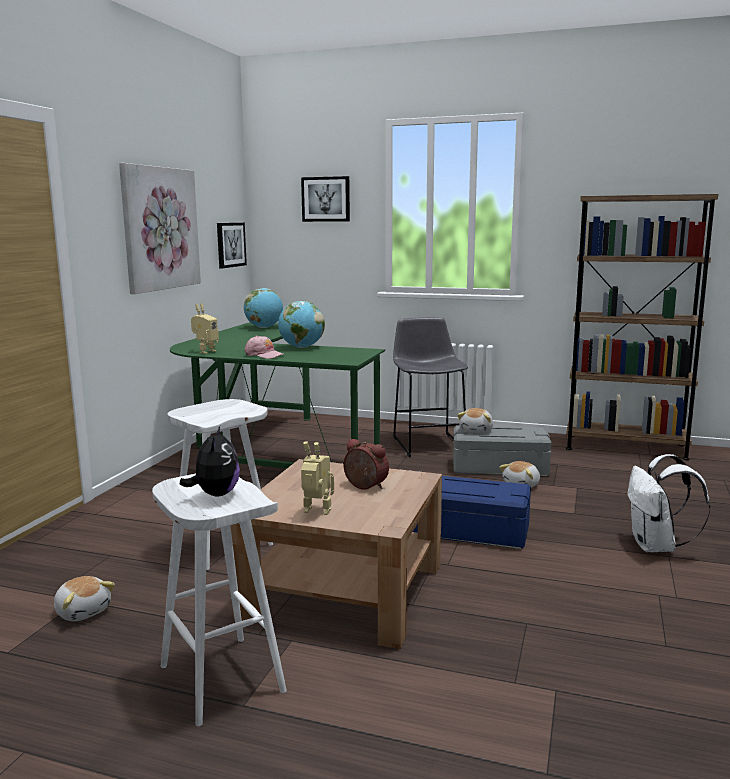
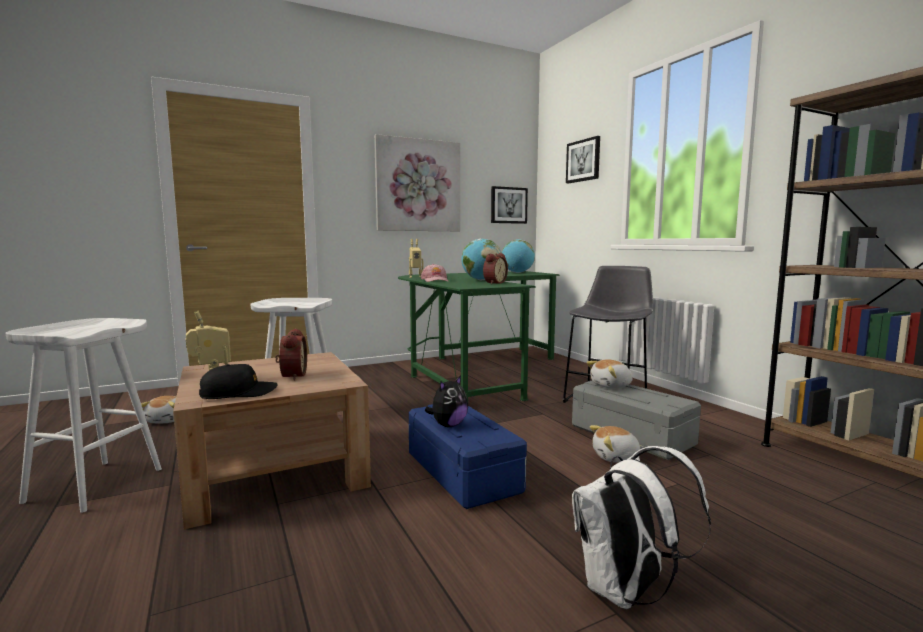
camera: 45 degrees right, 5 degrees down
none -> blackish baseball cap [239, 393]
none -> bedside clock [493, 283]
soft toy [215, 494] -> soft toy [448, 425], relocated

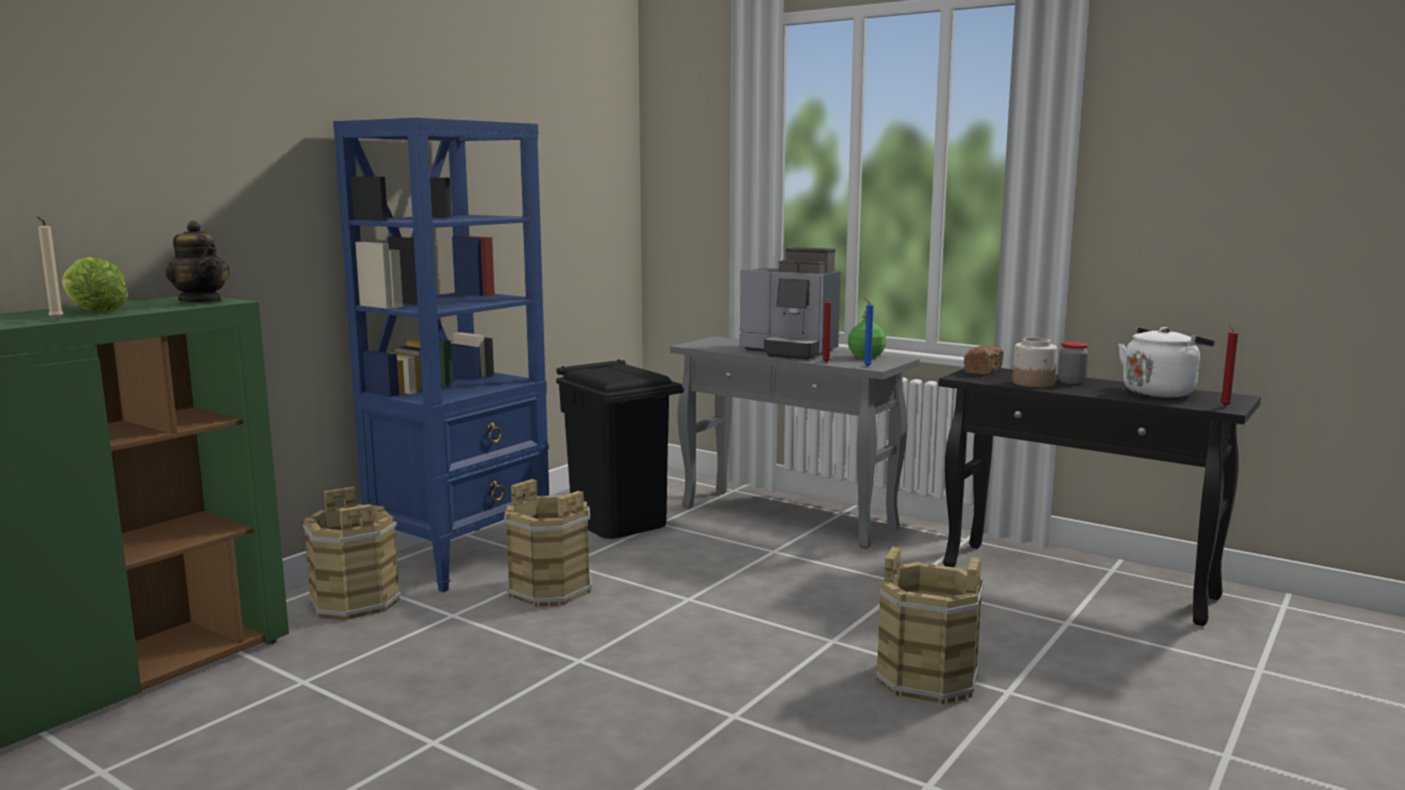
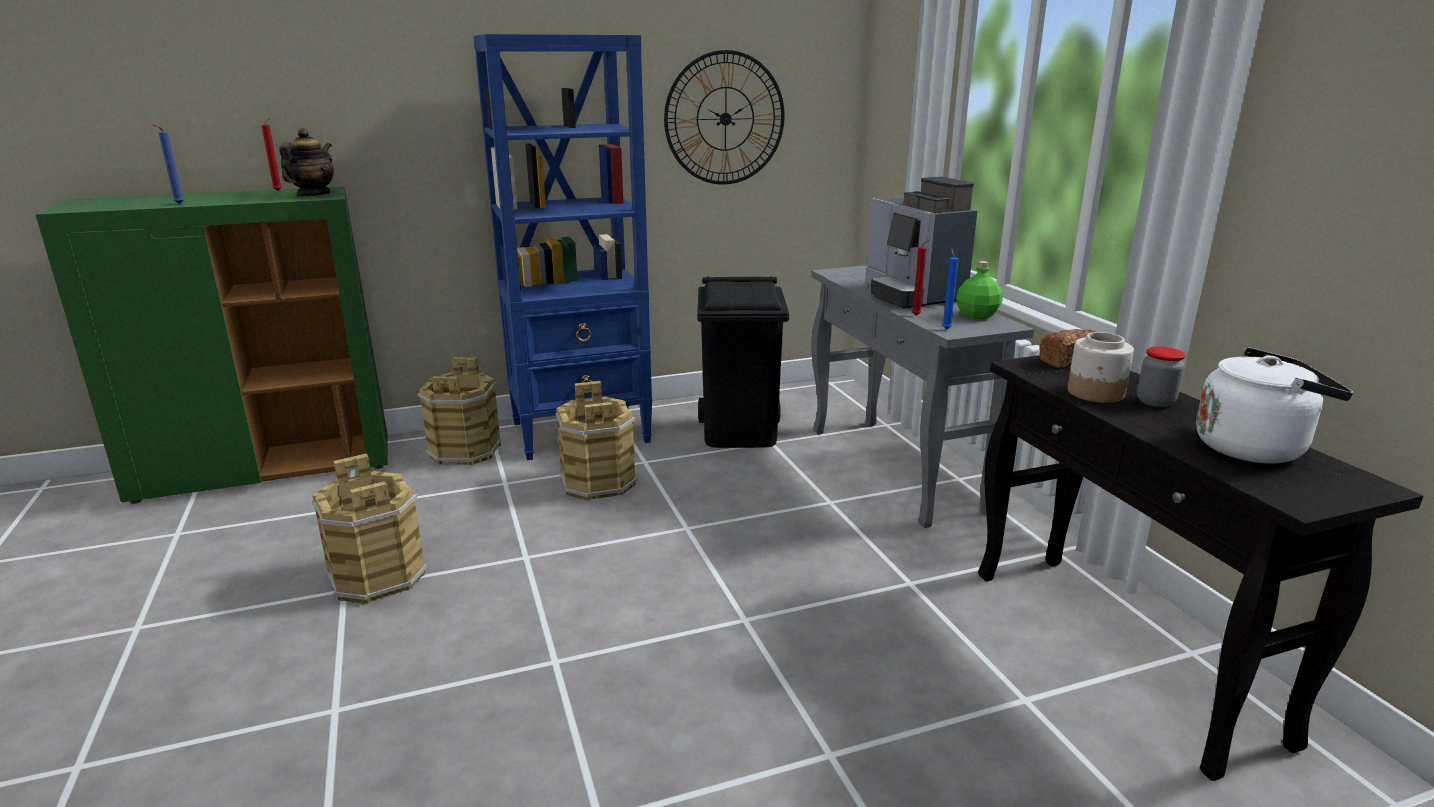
camera: 35 degrees right, 10 degrees up
lettuce head [93, 311] -> none
none -> clock on the wall [725, 119]
brownish pail [927, 678] -> brownish pail [378, 576], relocated
red wax candle [1224, 405] -> red wax candle [279, 191], relocated
beige-coloured wax candle [55, 320] -> bluish wax candle [177, 204]
tea pot [201, 301] -> tea pot [313, 195], 150 degrees counterclockwise

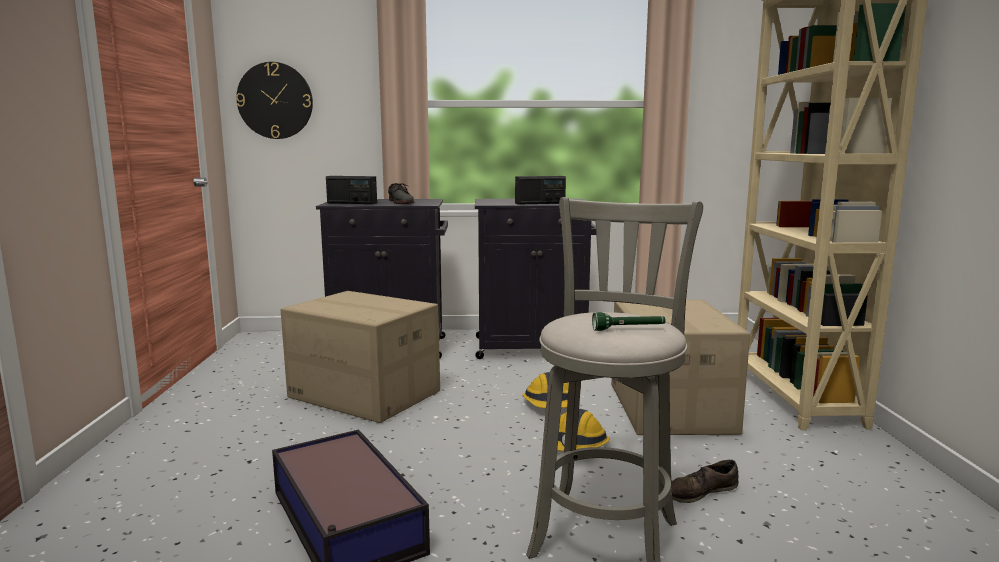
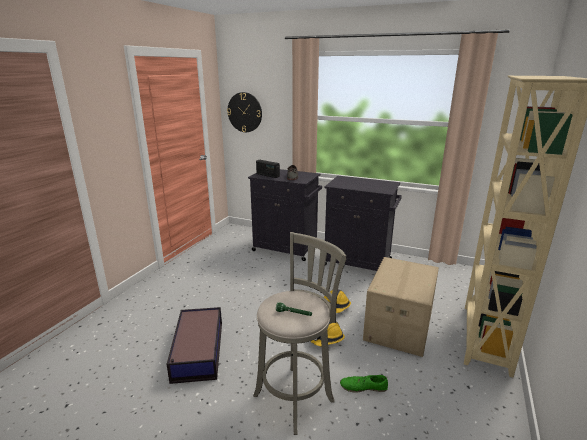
camera: 25 degrees right, 10 degrees up
cardboard box [363, 395] -> none
radio set [540, 203] -> none
brownish low shoe [699, 492] -> green-coloured low shoe [363, 387]

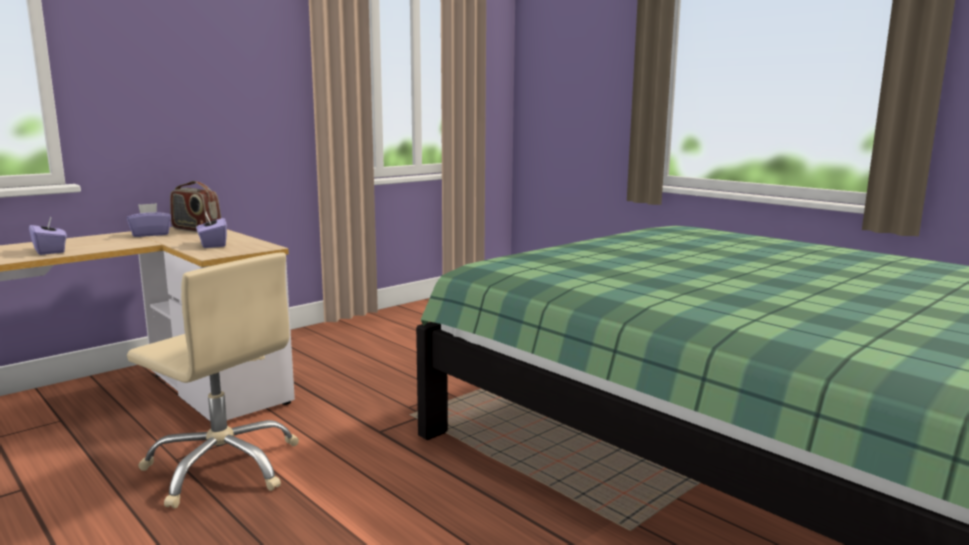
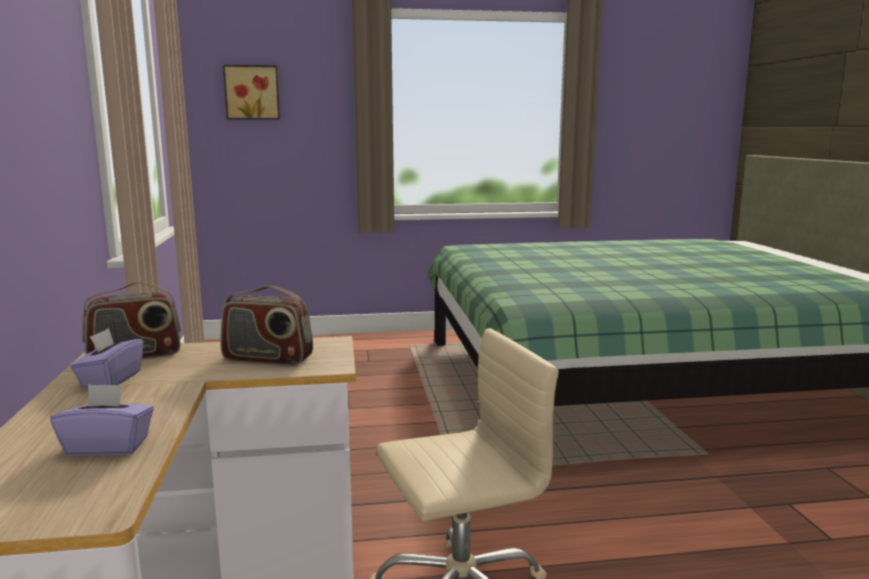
camera: 55 degrees left, 0 degrees up
none -> wall art [252, 92]
purple-coloured box of tissues [212, 244] -> radio set [267, 359]

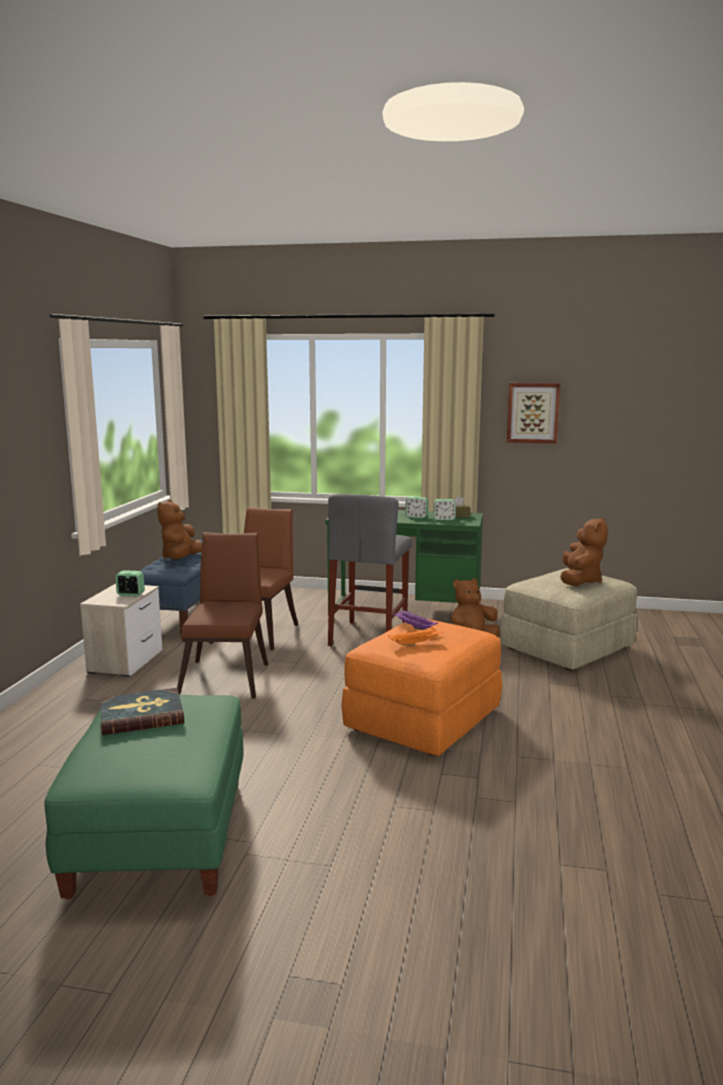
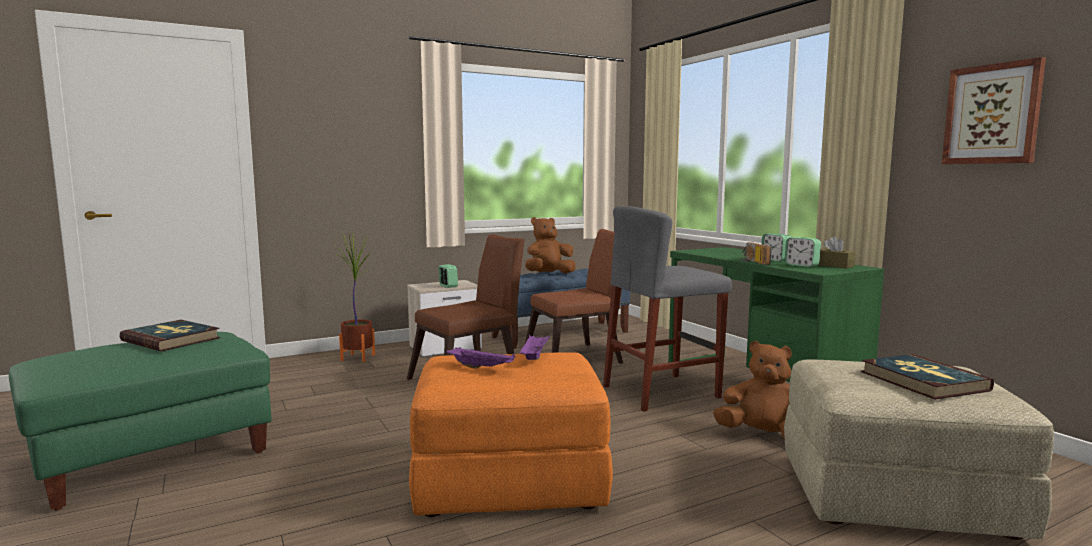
camera: 50 degrees right, 5 degrees down
none -> plant in a pot [358, 357]
none -> radio set [753, 262]
brownish soft toy [580, 581] -> bound book [922, 381]
orangey tray [415, 644] -> purple-coloured tray [482, 368]

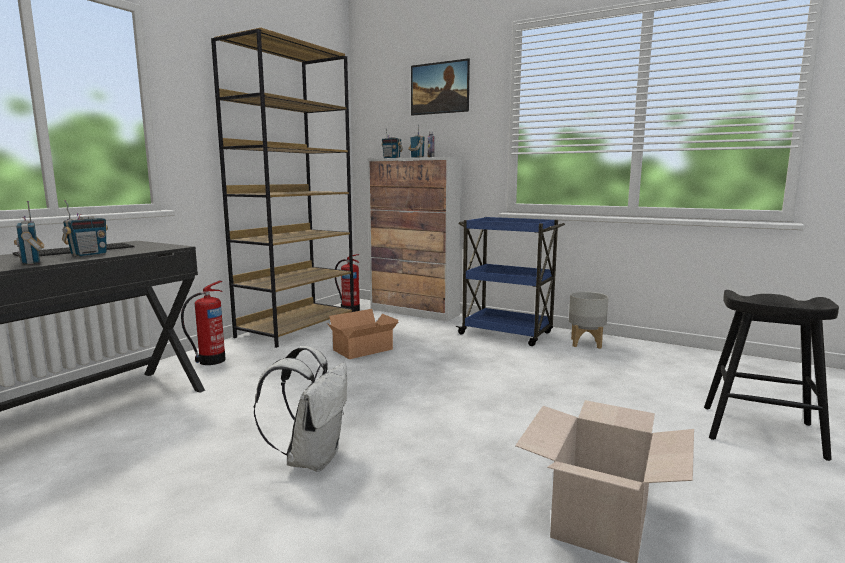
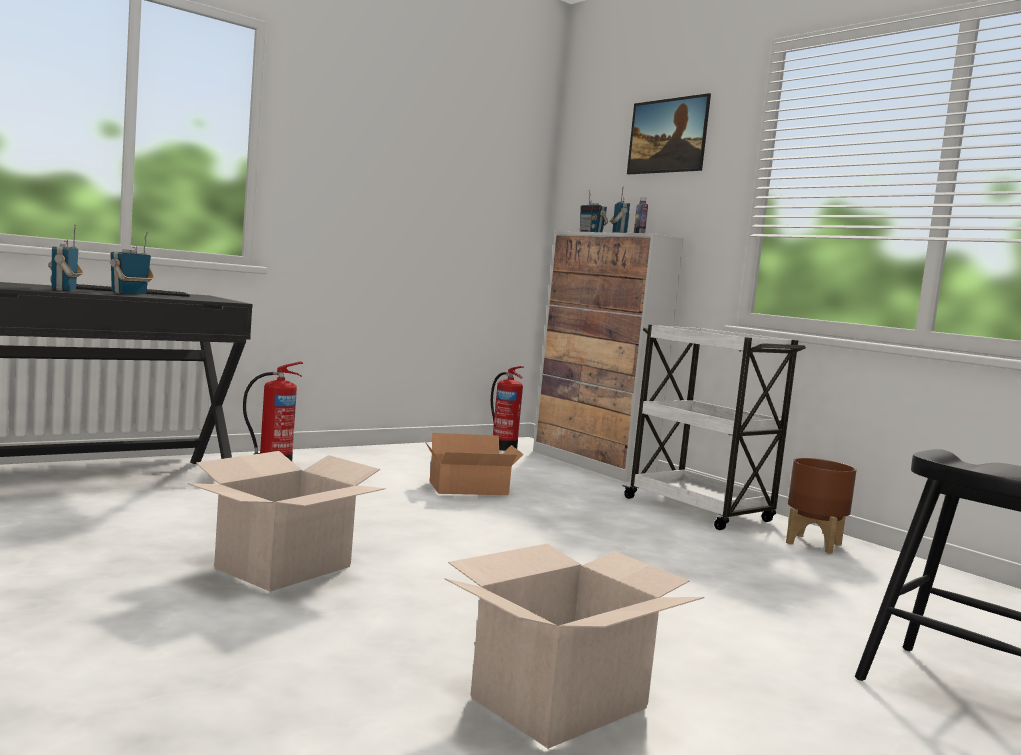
camera: 20 degrees right, 5 degrees down
brownish bookshelf [297, 327] -> none
white-coloured knapsack [312, 458] -> cardboard box [283, 567]
bluish cart [507, 334] -> white-coloured cart [700, 511]
greyish planter [586, 343] -> brownish planter [813, 544]
radio set [88, 254] -> radio set [129, 294], 150 degrees clockwise

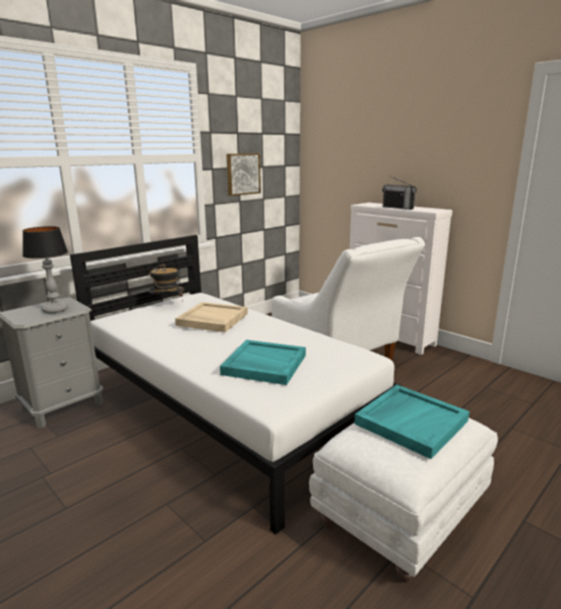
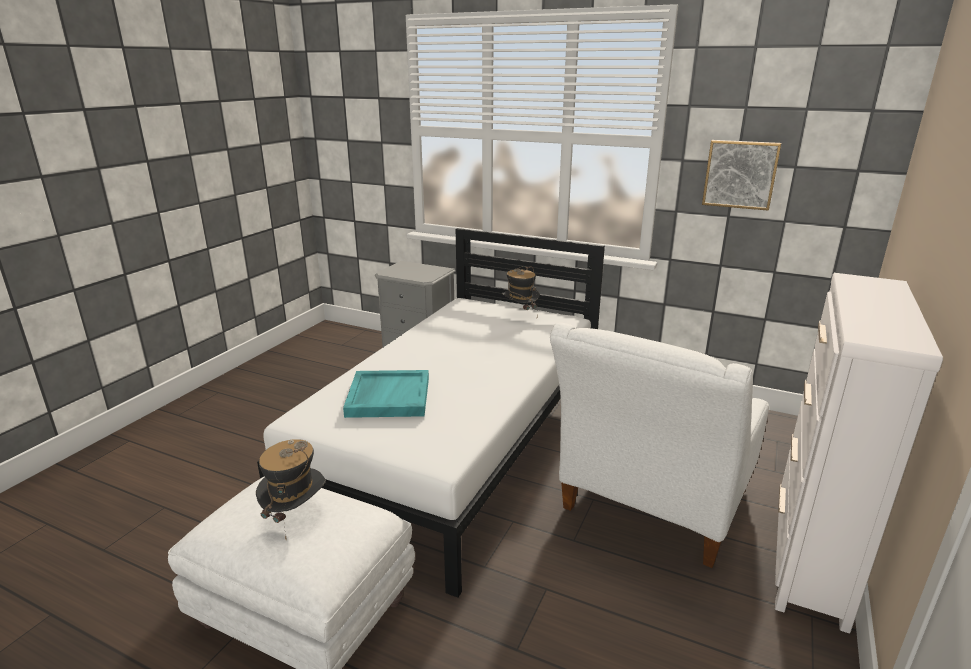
camera: 70 degrees right, 5 degrees up
tabletop lamp [56, 310] -> none
beige-coloured tray [212, 319] -> none
radio set [397, 208] -> none
turquoise-coloured tray [411, 421] -> clothing hat [295, 516]

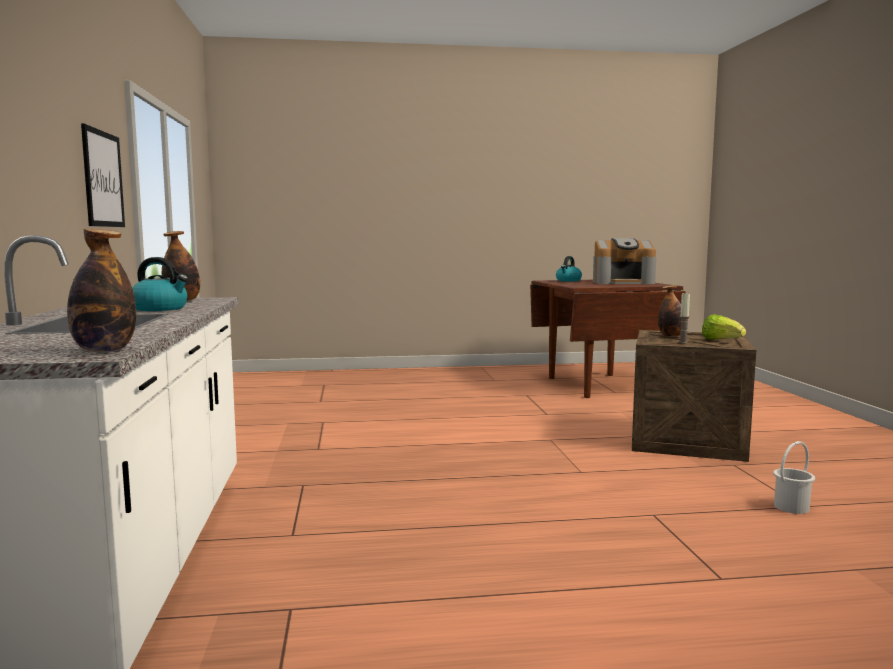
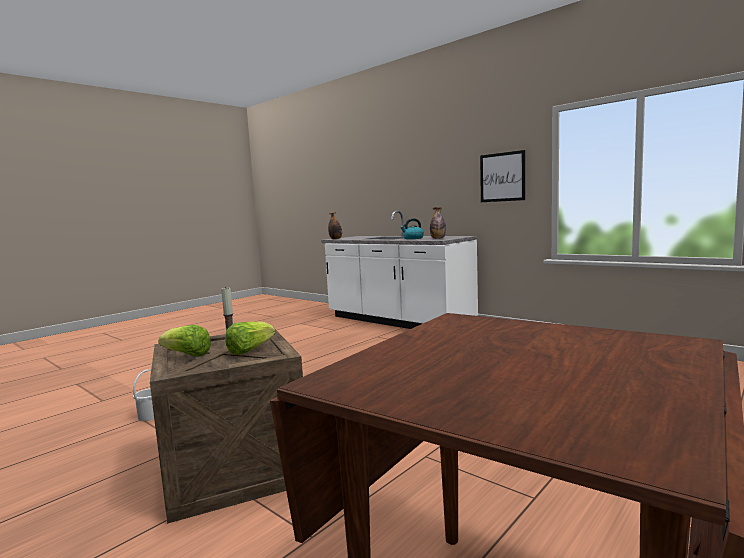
camera: 140 degrees right, 0 degrees up
water kettle [568, 280] -> none
coffee maker [623, 282] -> none
beverage bottle [671, 336] -> lettuce head [250, 350]

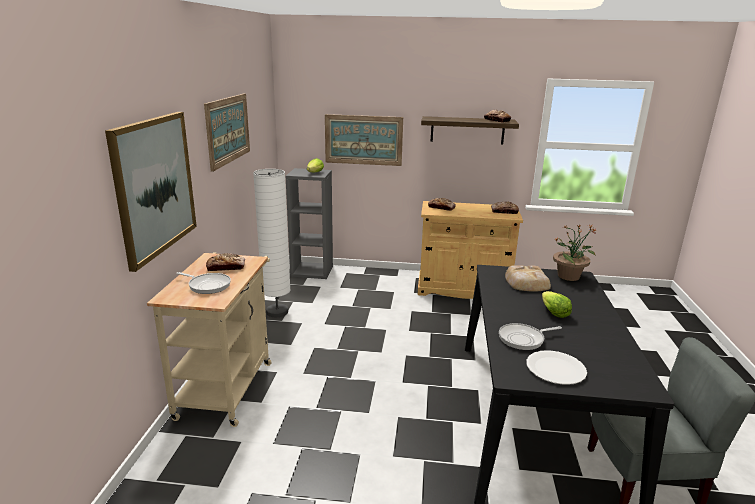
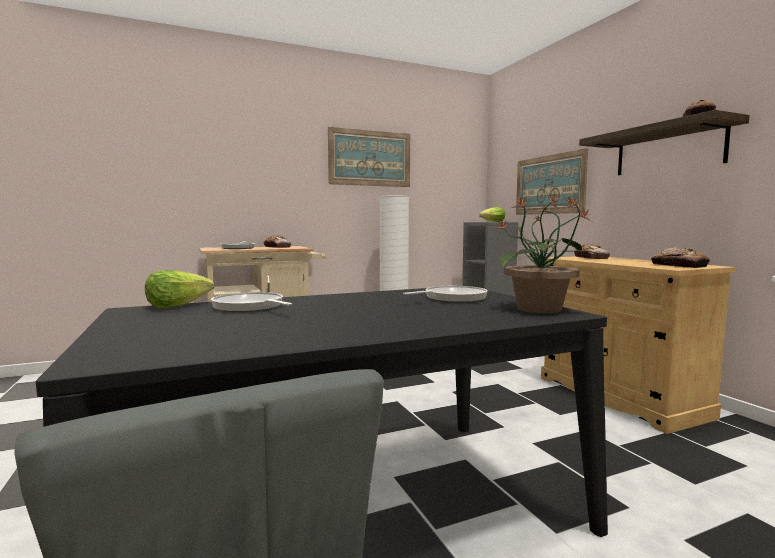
camera: 60 degrees right, 15 degrees down
wall art [155, 186] -> none
white-coloured dinner plate [555, 369] -> none
lettuce head [553, 312] -> lettuce head [177, 305], relocated
bakery bread [526, 283] -> frying pan [452, 298]

